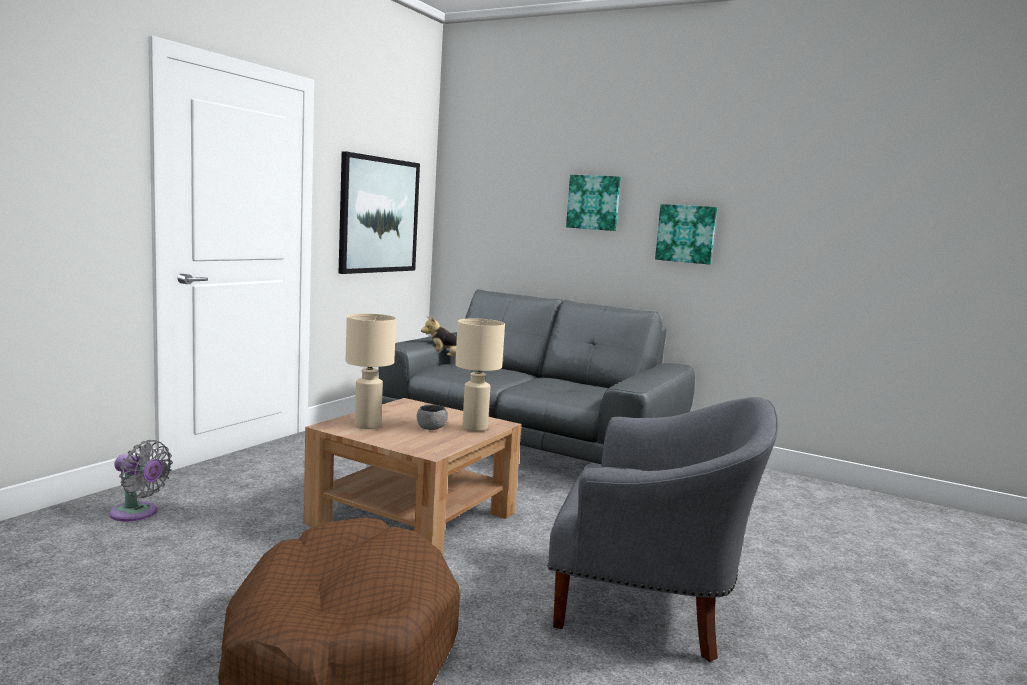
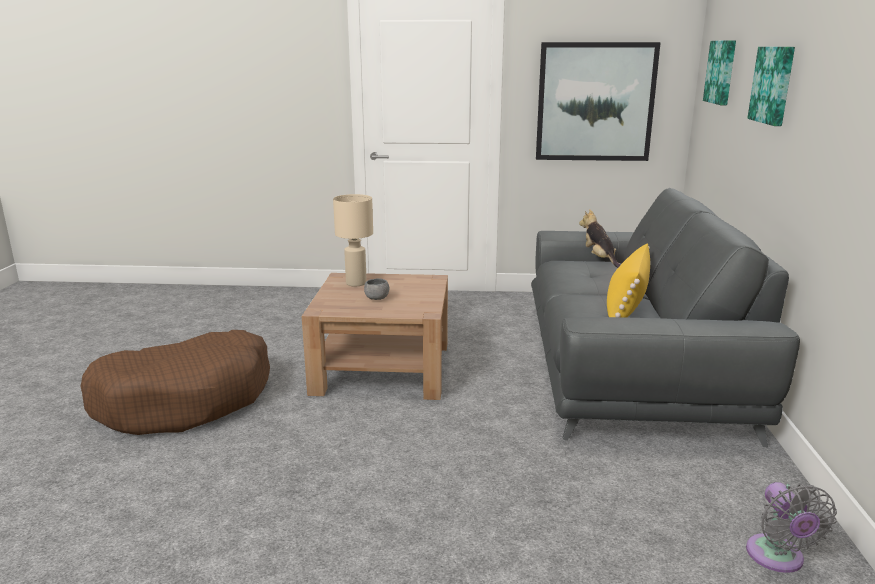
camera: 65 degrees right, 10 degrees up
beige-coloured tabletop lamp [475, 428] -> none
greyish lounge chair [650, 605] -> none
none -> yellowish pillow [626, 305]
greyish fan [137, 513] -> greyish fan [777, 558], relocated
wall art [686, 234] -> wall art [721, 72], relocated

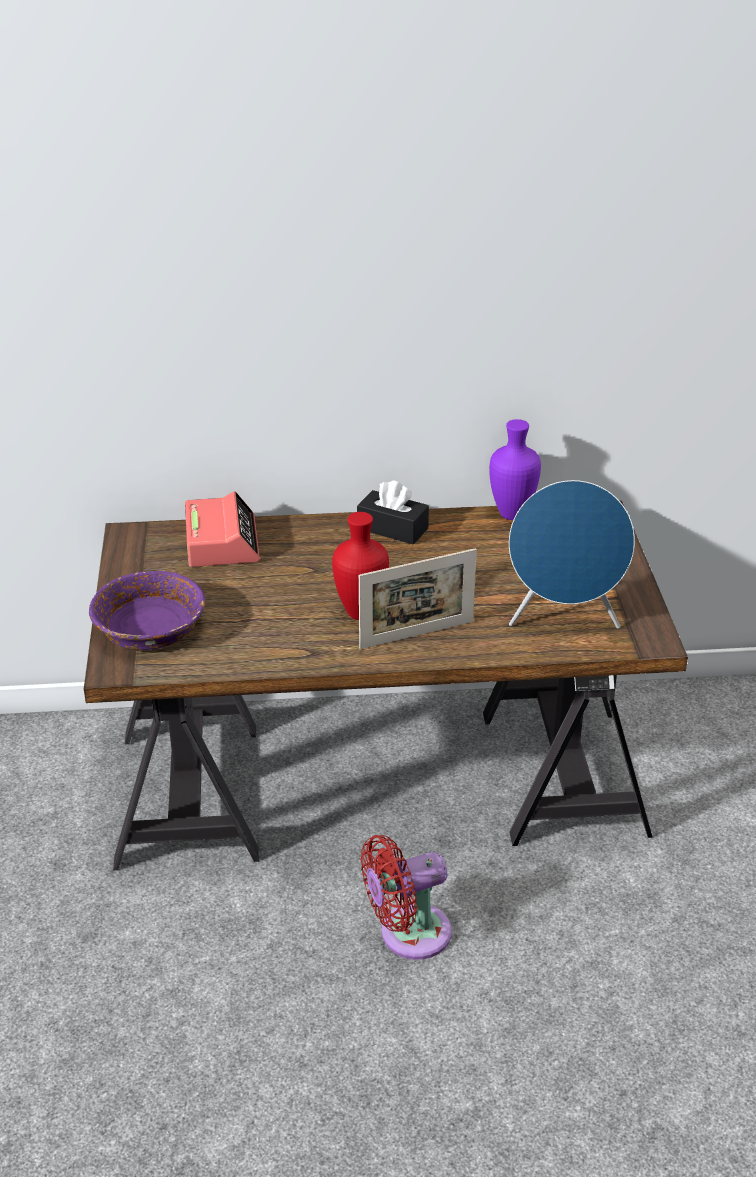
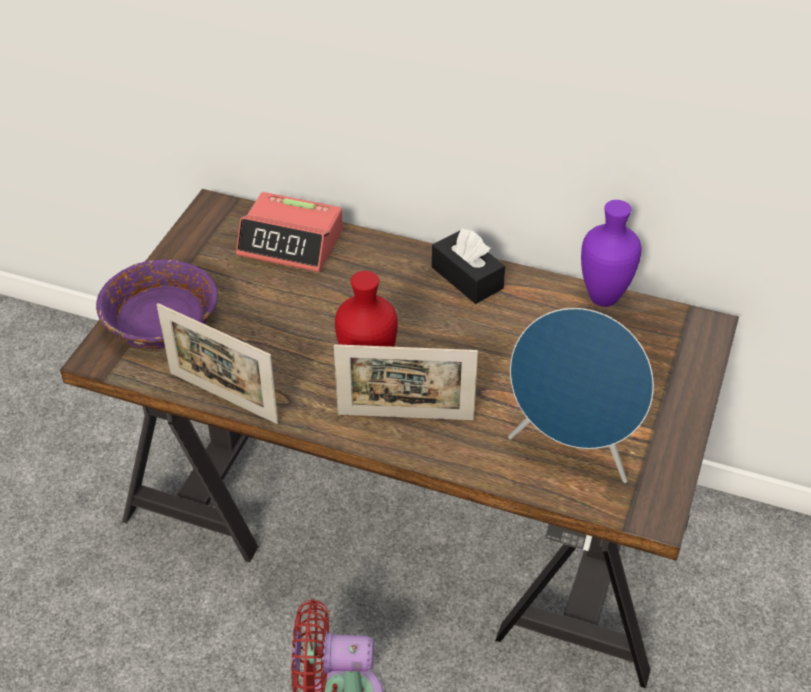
camera: 25 degrees right, 10 degrees up
none -> picture frame [223, 397]
bedside clock [222, 542] -> bedside clock [291, 243], 90 degrees clockwise

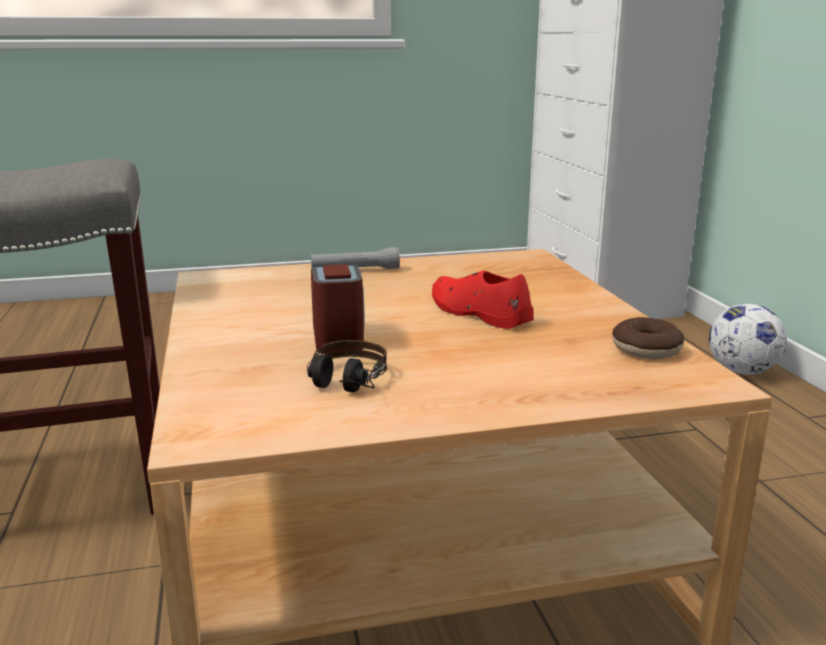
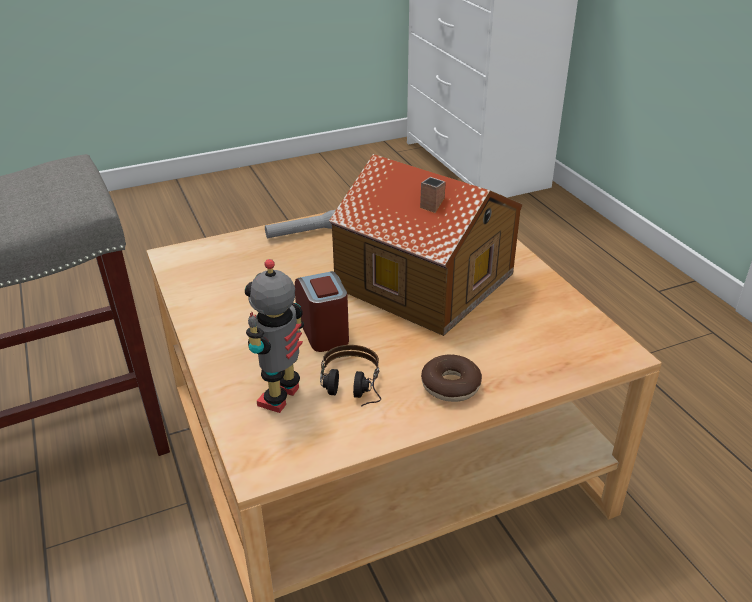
camera: 10 degrees left, 15 degrees up
football [742, 372] -> none
none -> model robot [282, 398]
ring doughnut [646, 349] -> ring doughnut [450, 385], relocated
red low shoe [478, 312] -> toy house [425, 283]

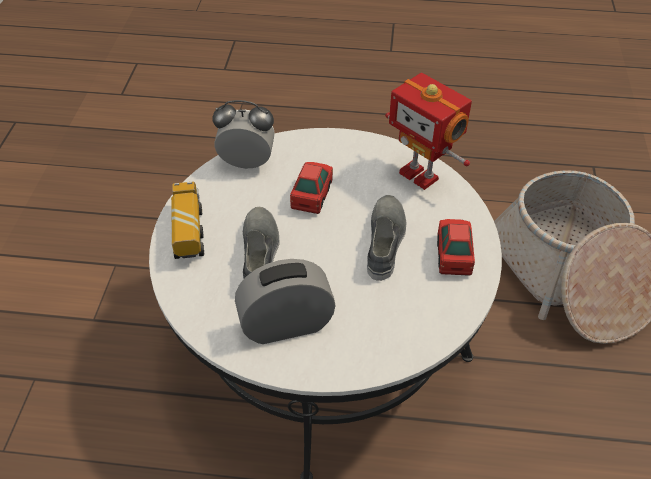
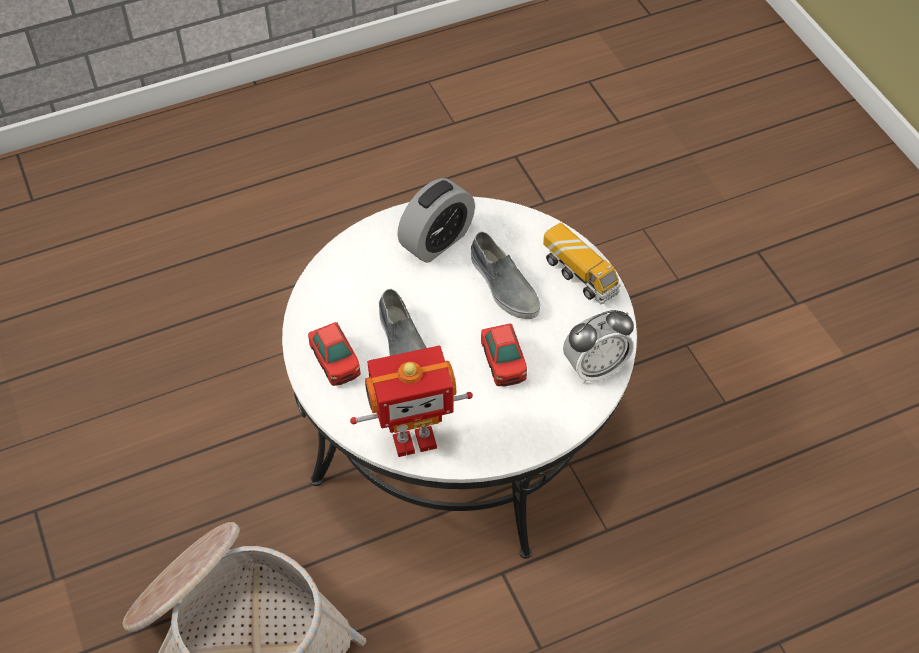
camera: 150 degrees right, 5 degrees up
model robot [420, 175] -> model robot [414, 439], 150 degrees clockwise

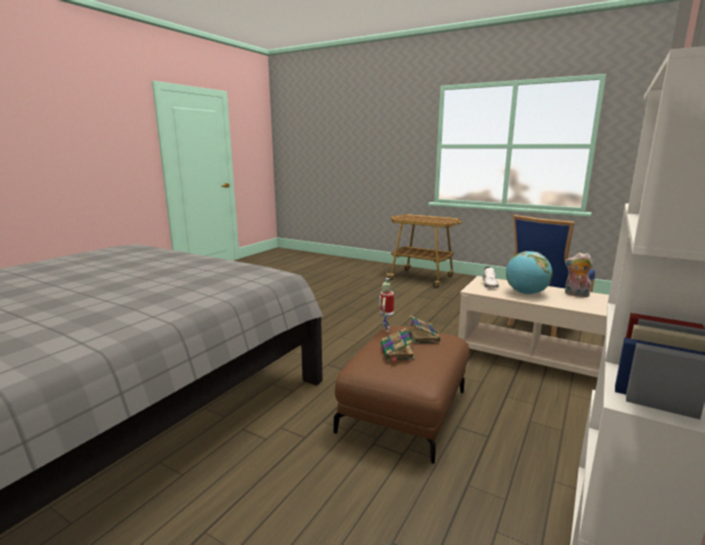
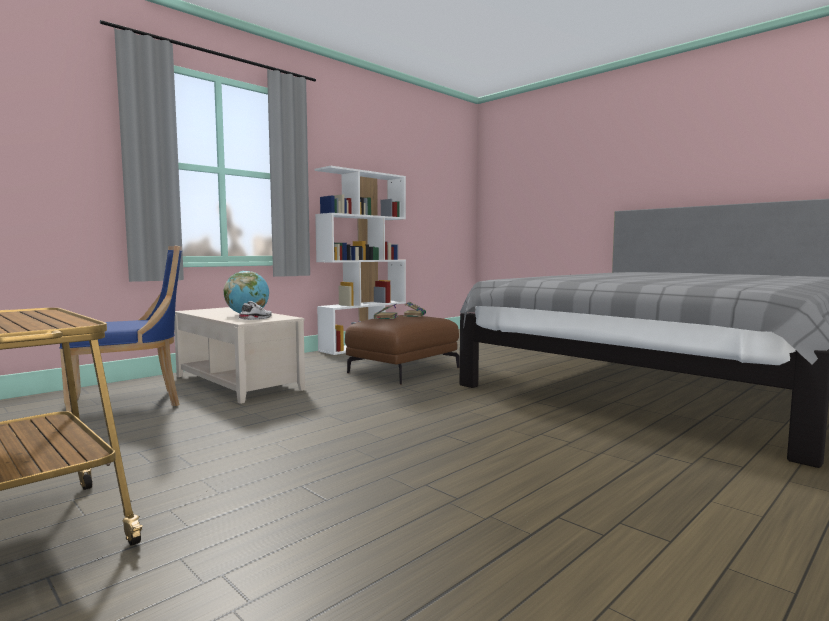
camera: 165 degrees left, 10 degrees down
model robot [386, 329] -> none
soft toy [575, 295] -> none

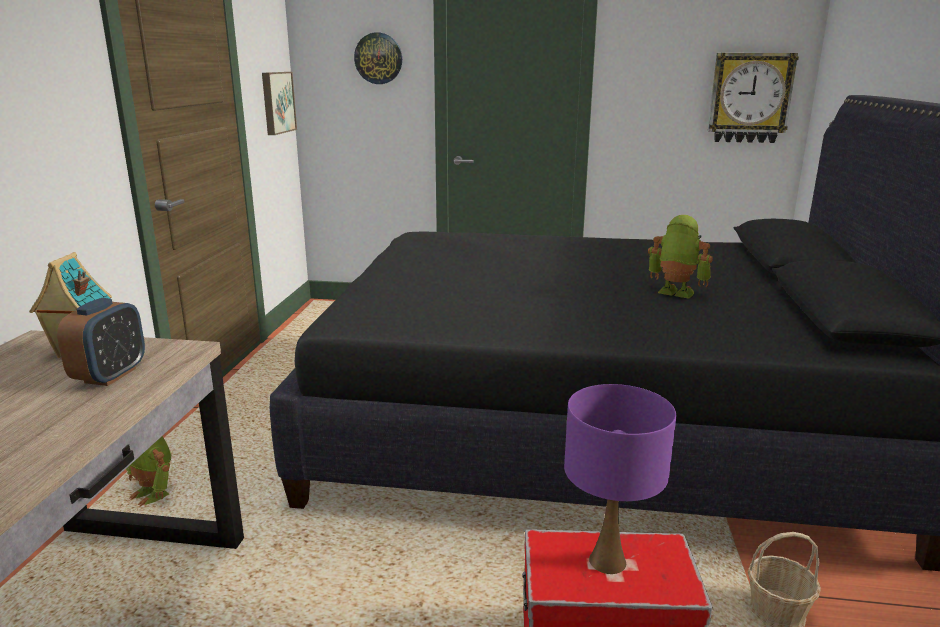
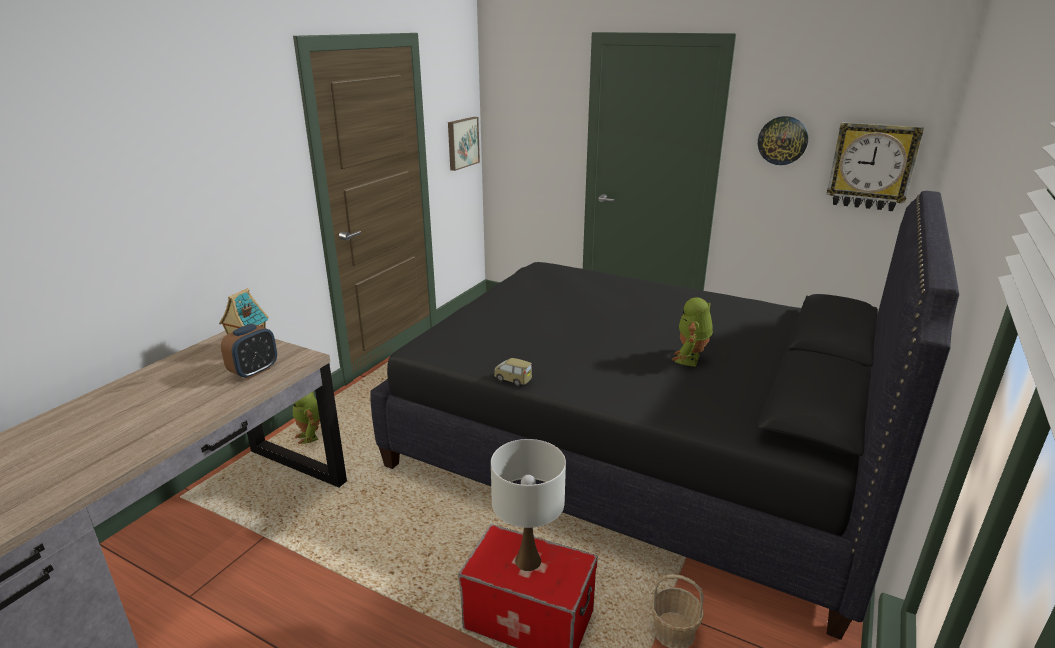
camera: 20 degrees right, 5 degrees up
none -> model car [512, 379]
clock on the wall [378, 58] -> clock on the wall [782, 140], relocated
purple-coloured tabletop lamp [608, 561] -> white-coloured tabletop lamp [528, 561]
model robot [674, 293] -> model robot [690, 359], 120 degrees counterclockwise

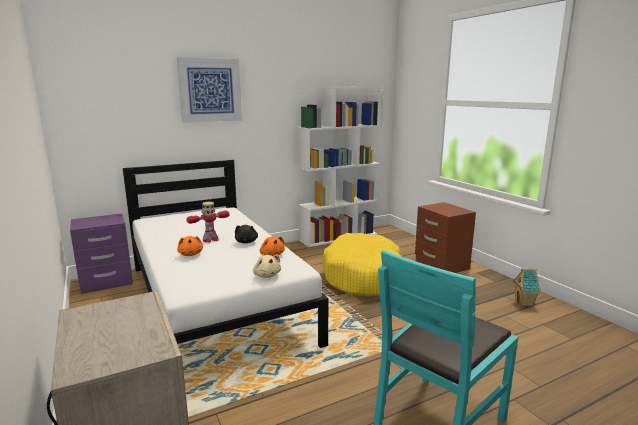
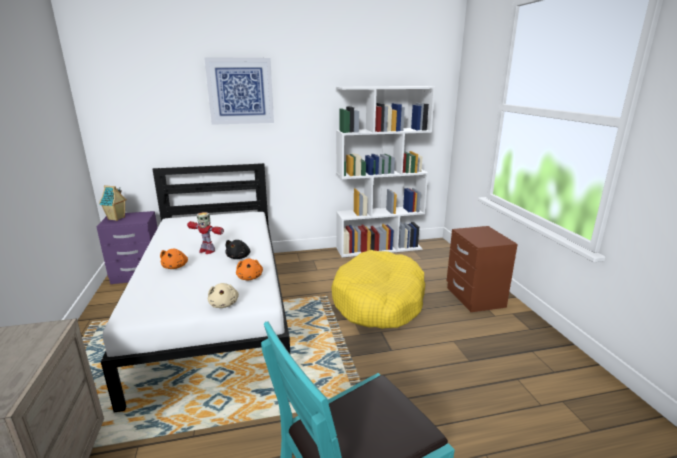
camera: 15 degrees right, 5 degrees up
toy house [524, 303] -> toy house [116, 218], relocated
model robot [210, 240] -> model robot [207, 251], 45 degrees clockwise

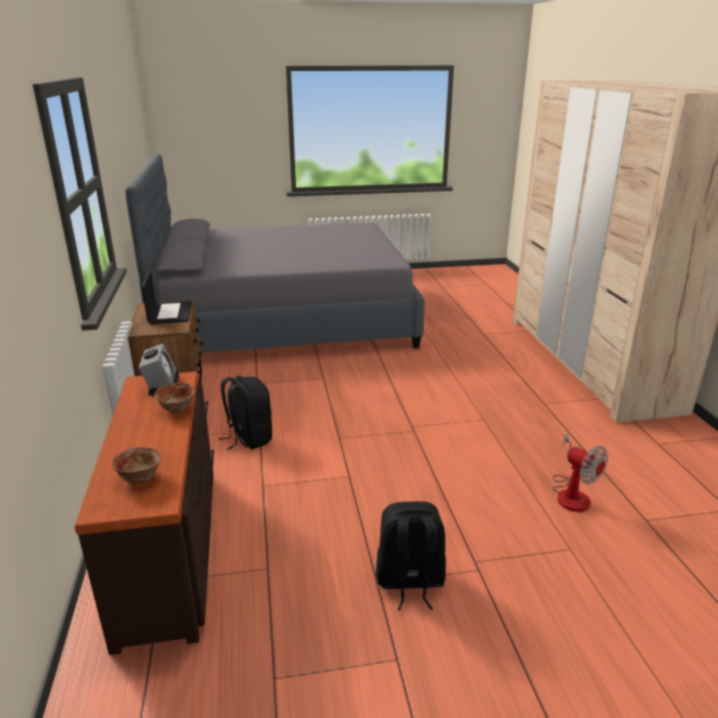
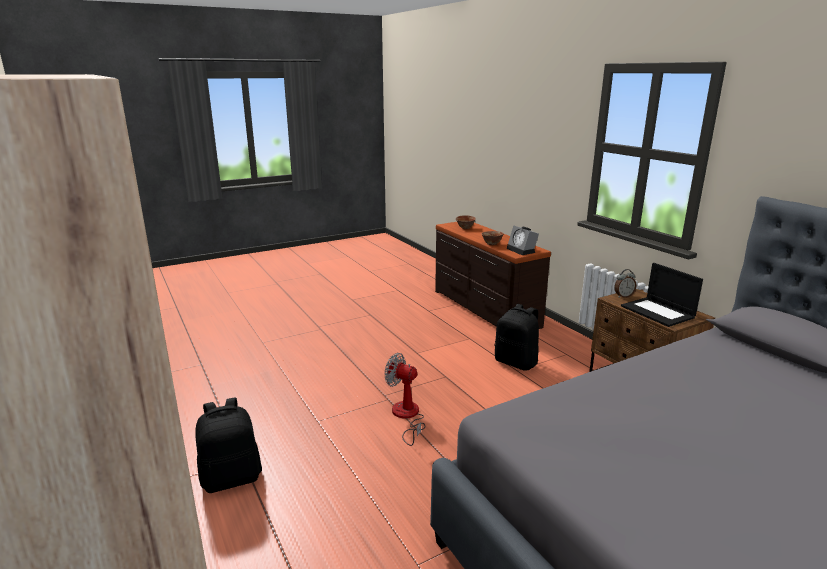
camera: 160 degrees right, 5 degrees down
none -> bedside clock [623, 296]
blackish knapsack [409, 582] -> blackish knapsack [232, 478], relocated
fan [572, 493] -> fan [407, 416], relocated

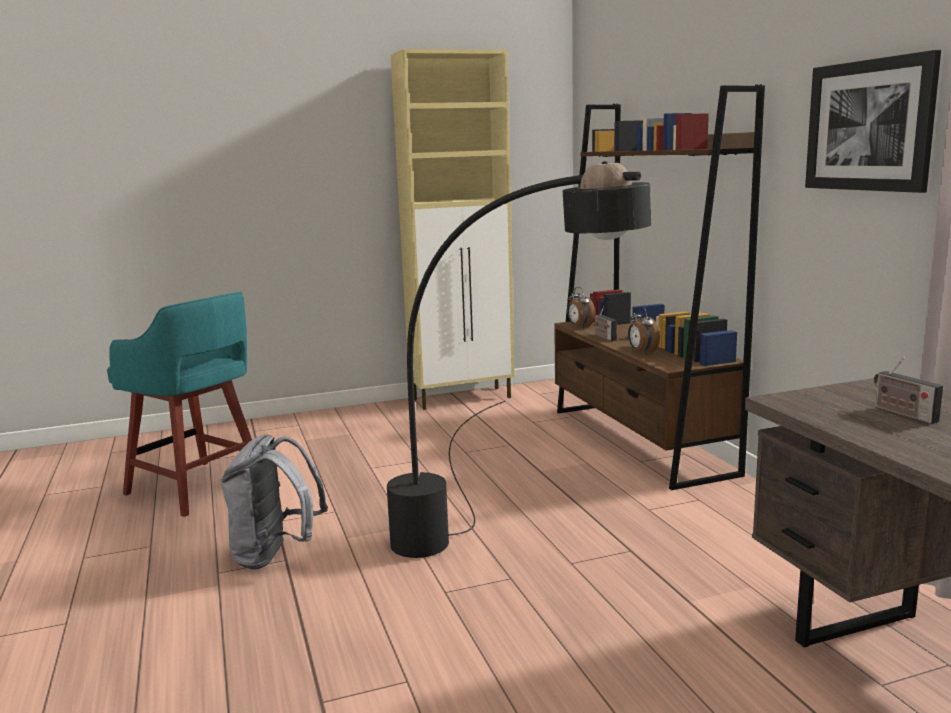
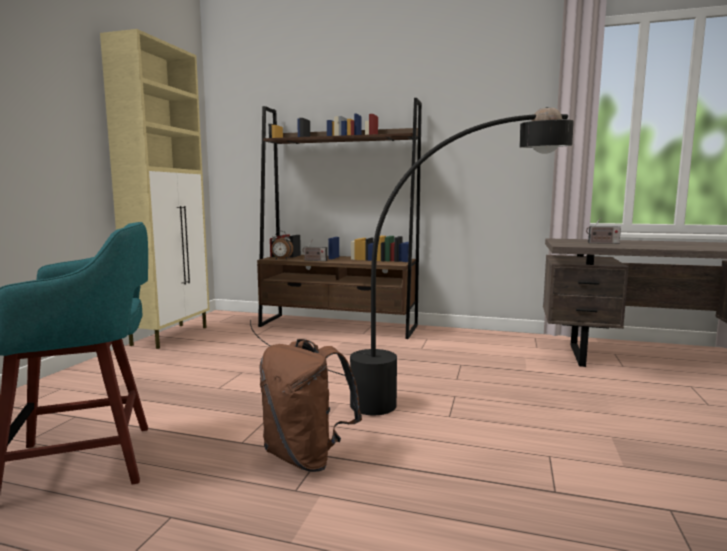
camera: 55 degrees left, 5 degrees down
bedside clock [642, 352] -> none
wall art [869, 125] -> none
greyish knapsack [275, 556] -> brownish knapsack [306, 457]

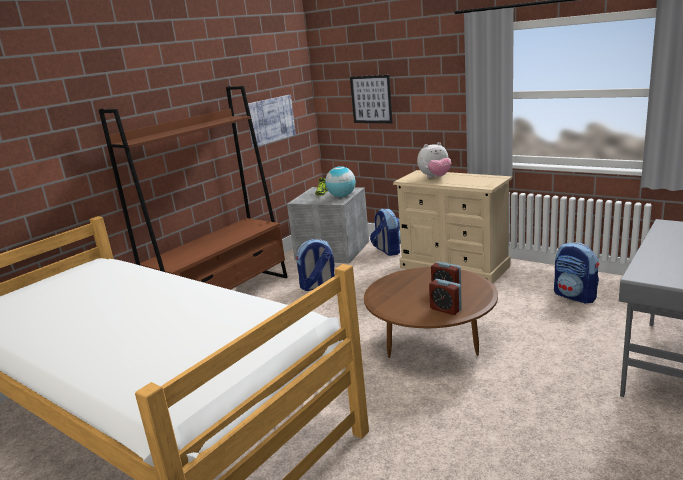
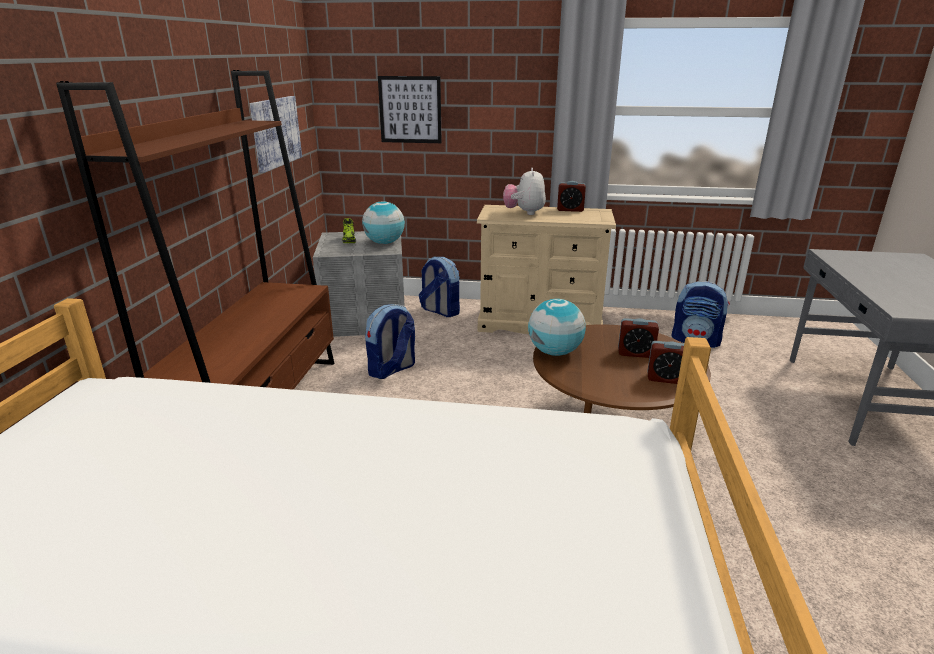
camera: 30 degrees left, 5 degrees up
none -> desk globe [555, 352]
none -> bedside clock [570, 210]
soft toy [435, 177] -> soft toy [524, 213], 135 degrees clockwise

